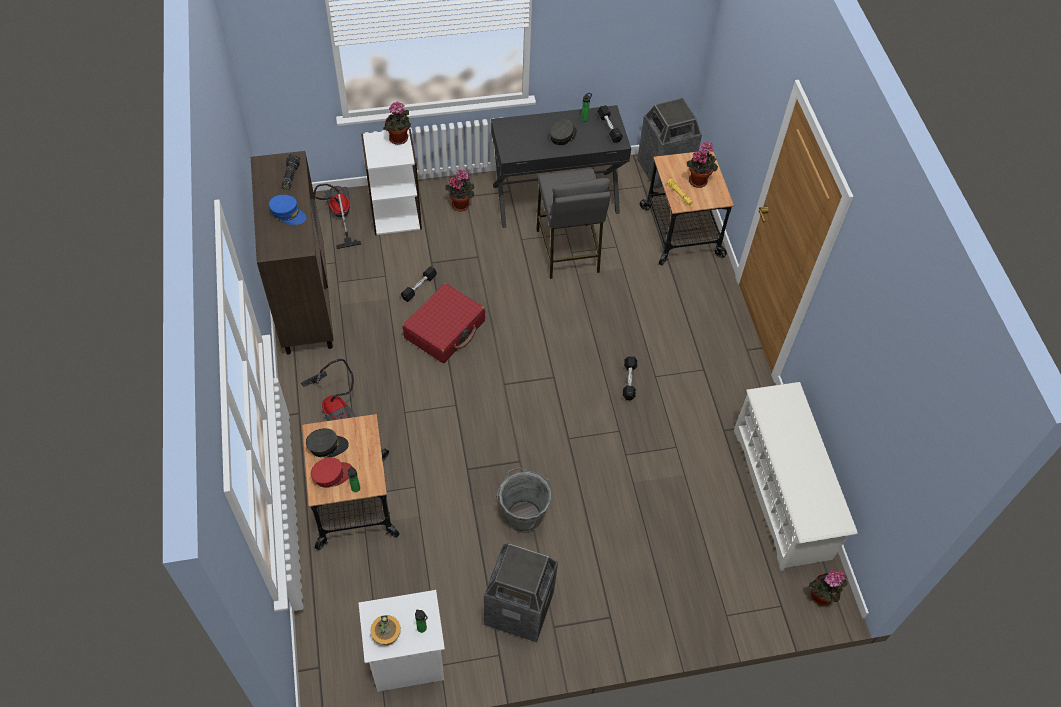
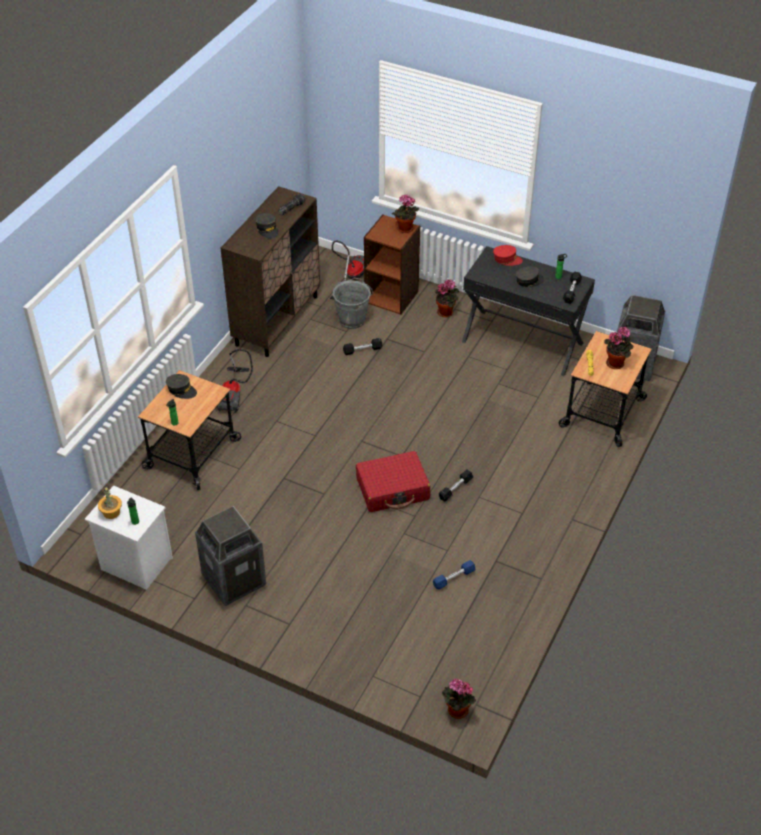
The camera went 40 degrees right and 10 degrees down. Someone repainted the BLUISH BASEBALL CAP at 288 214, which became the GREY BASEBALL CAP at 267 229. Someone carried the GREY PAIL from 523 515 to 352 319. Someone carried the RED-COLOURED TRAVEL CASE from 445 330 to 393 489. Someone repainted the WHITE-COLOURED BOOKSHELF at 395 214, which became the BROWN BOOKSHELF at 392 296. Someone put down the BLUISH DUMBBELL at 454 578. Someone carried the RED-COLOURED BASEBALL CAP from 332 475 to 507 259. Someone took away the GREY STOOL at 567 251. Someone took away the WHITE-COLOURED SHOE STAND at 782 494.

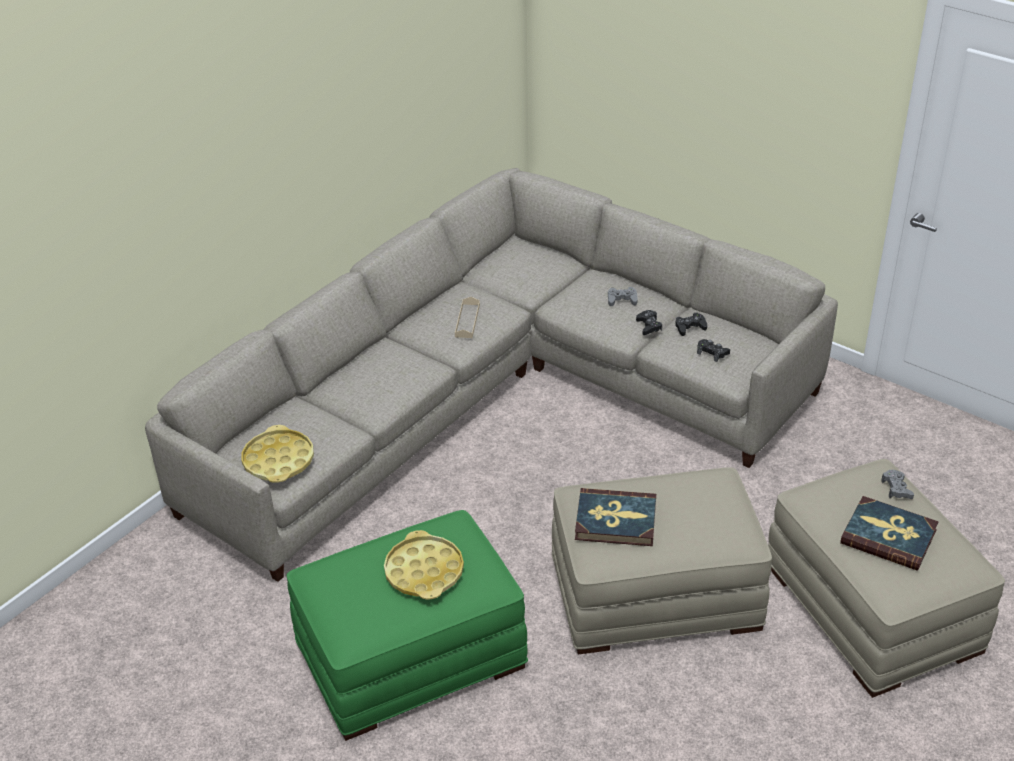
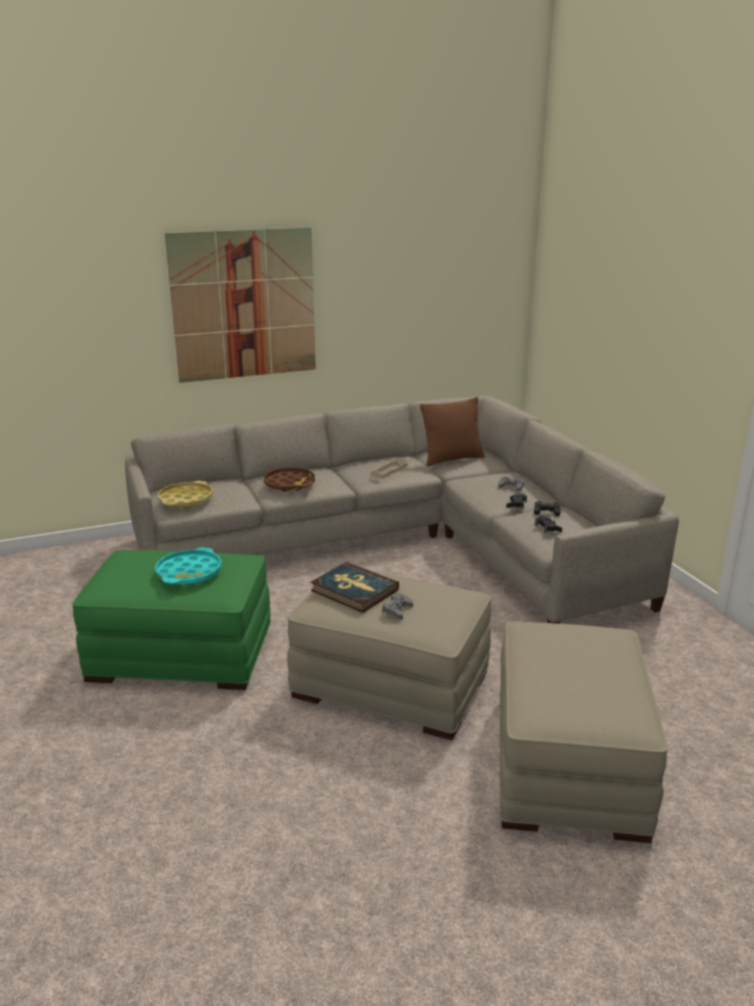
The camera went 30 degrees right and 15 degrees down. Someone repainted the YELLOWISH TRAY at 424 571, which became the BLUE-GREEN TRAY at 189 573. Someone put up the PICTURE at 244 305. Someone put down the BROWN TRAY at 290 484. Someone carried the GREY GAMEPAD from 896 489 to 397 610. Someone put down the BROWN THROW PILLOW at 452 459. Someone took away the VOLUME at 888 536.

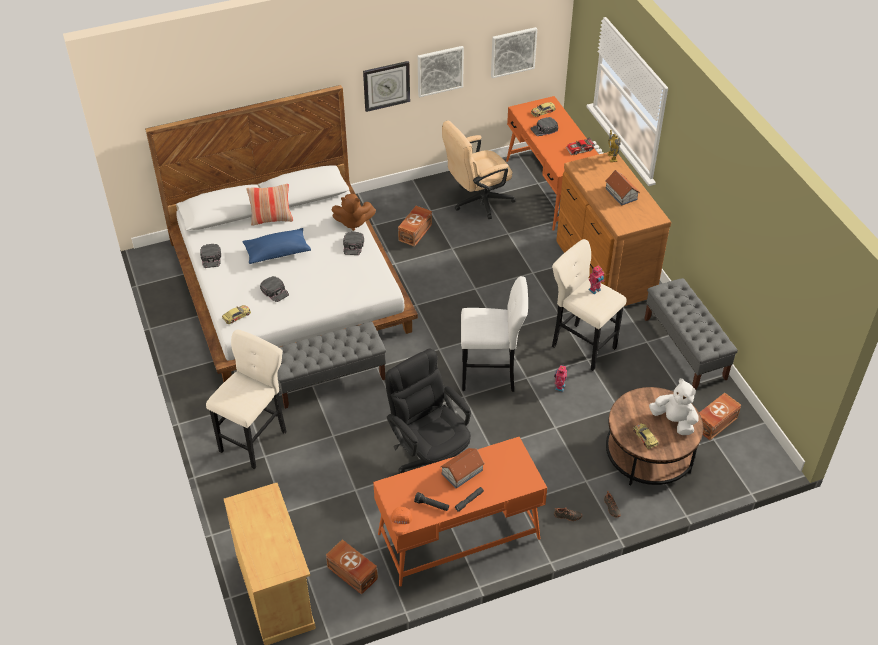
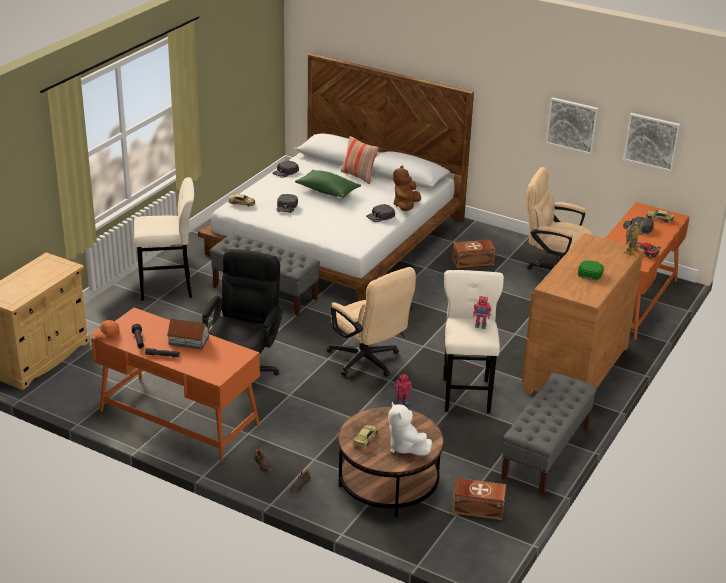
The camera went 50 degrees right and 15 degrees down. Someone repainted the BLUISH THROW PILLOW at 277 252, which became the GREENISH THROW PILLOW at 327 191. Someone swapped the WHITE-COLOURED STOOL at 491 375 for the SAND-COLOURED COMPUTER CHAIR at 368 362. Someone rotated the WHITE-COLOURED SOFT TOY at 674 421 by 150 degrees clockwise. Someone rotated the BROWN SOFT TOY at 353 222 by 60 degrees clockwise. Someone swapped the TOY HOUSE at 621 194 for the GREENISH BASEBALL CAP at 591 271. Someone took away the BROWN STORAGE BIN at 352 574. Someone took away the HANGING CLOCK at 386 85.

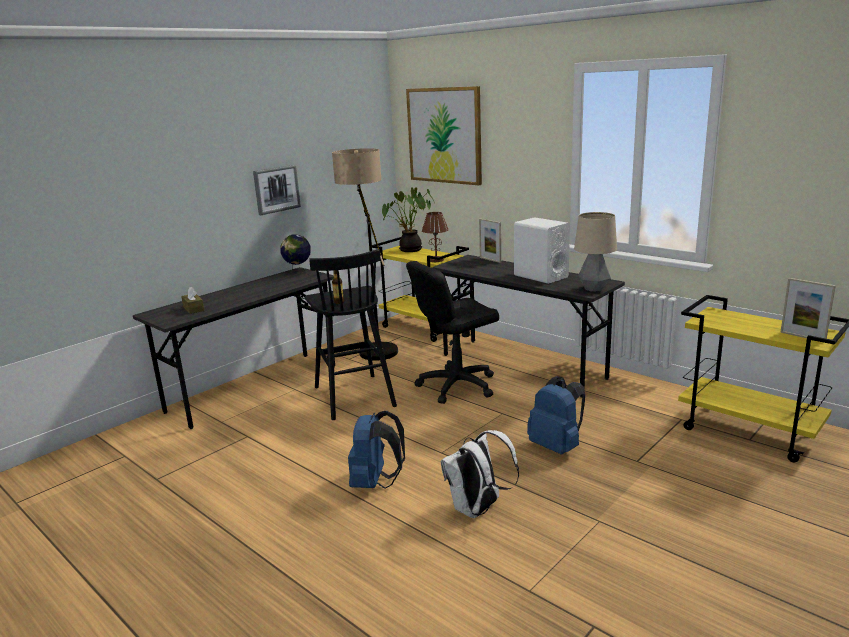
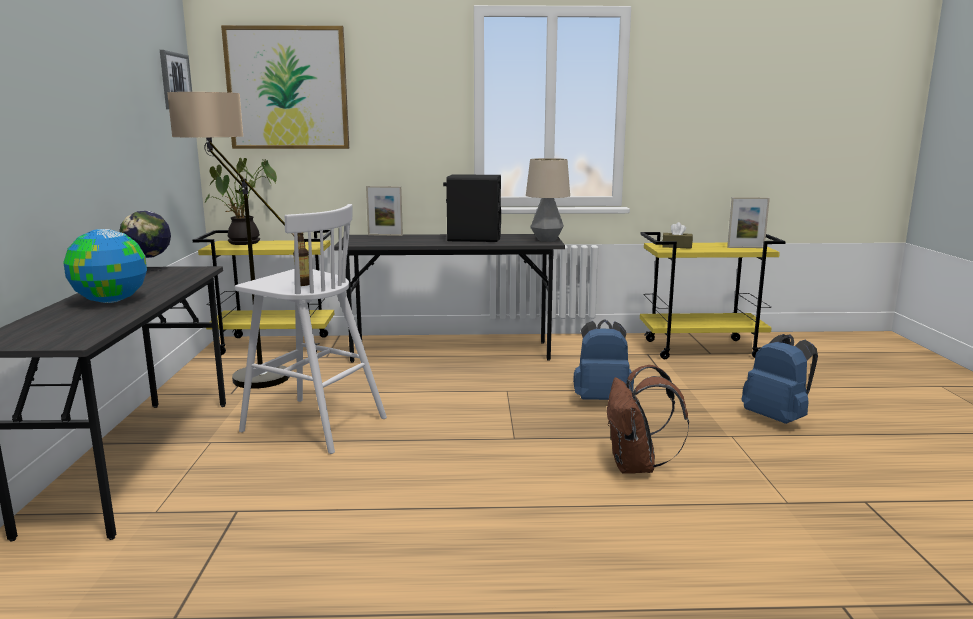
The camera went 45 degrees left and 5 degrees down. Someone put down the DESK GLOBE at 110 301. Someone carried the PICTURE from 276 189 to 175 81. Someone repainted the BLACK-COLOURED STOOL at 353 396, which became the WHITE-COLOURED STOOL at 312 424. Someone repainted the WHITE-COLOURED SPEAKER at 540 276, which became the BLACK-COLOURED SPEAKER at 474 239. Someone repainted the WHITE-COLOURED BACKPACK at 477 509, which became the BROWN BACKPACK at 636 467. Someone carried the BROWN TISSUE HOLDER from 193 309 to 676 246. Someone carried the BLUISH BACKPACK from 375 483 to 777 419. Someone took away the BLACK-COLOURED COMPUTER CHAIR at 457 385. Someone took away the BROWN TABLETOP LAMP at 436 260.

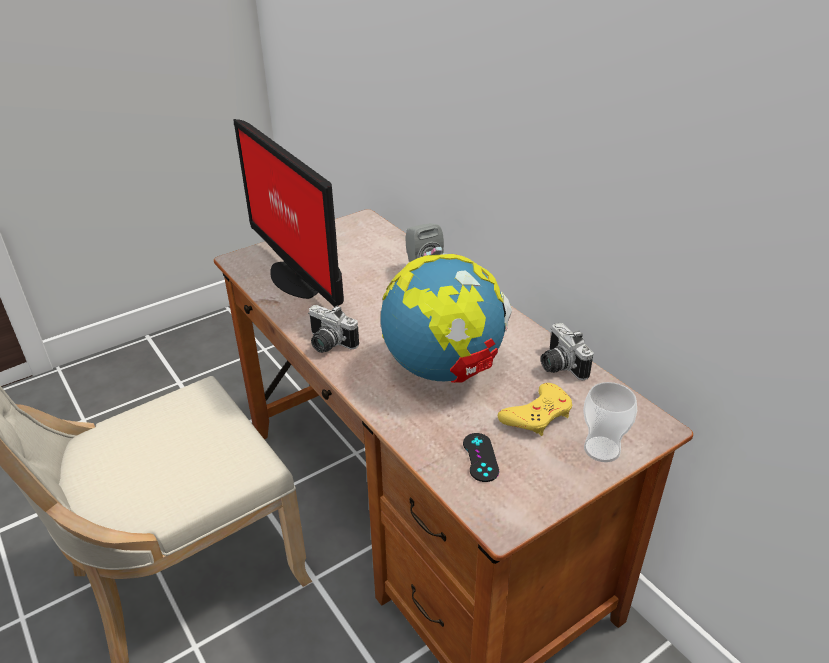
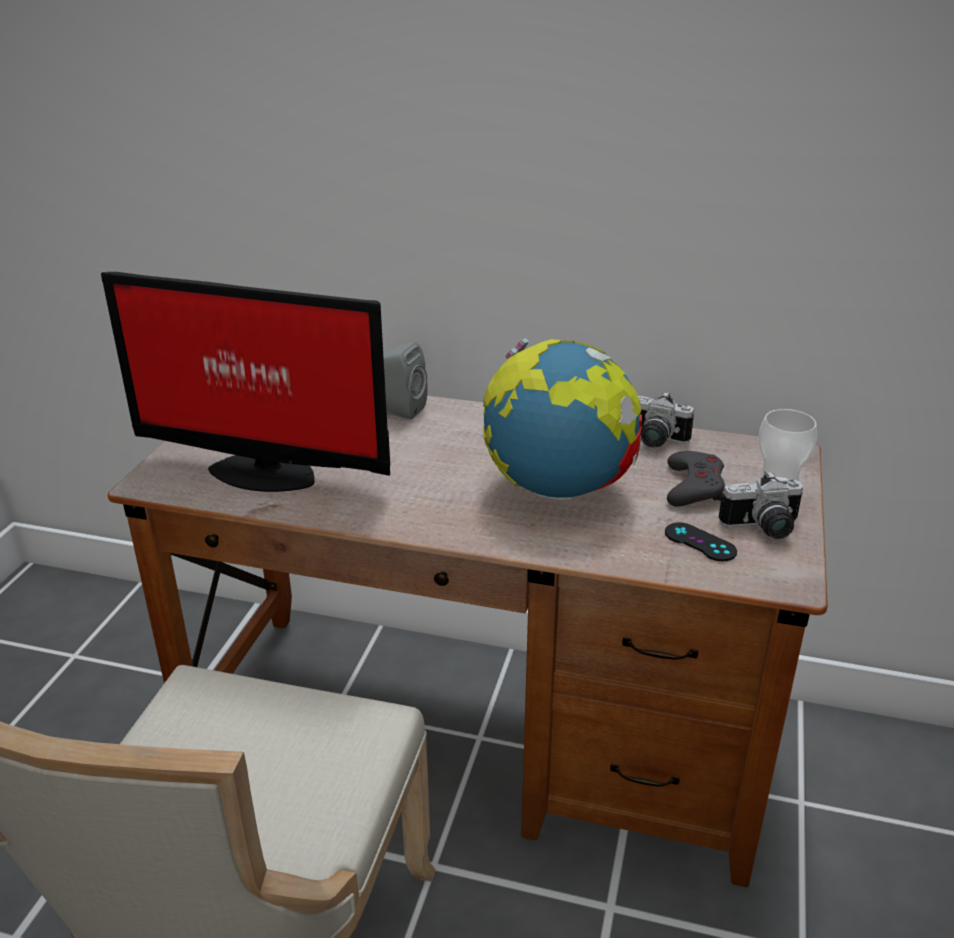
The camera went 40 degrees left and 5 degrees down. Someone repainted the YELLOWISH GAMEPAD at 537 415, which became the GREY GAMEPAD at 694 486. Someone carried the STILL CAMERA from 328 344 to 763 529.

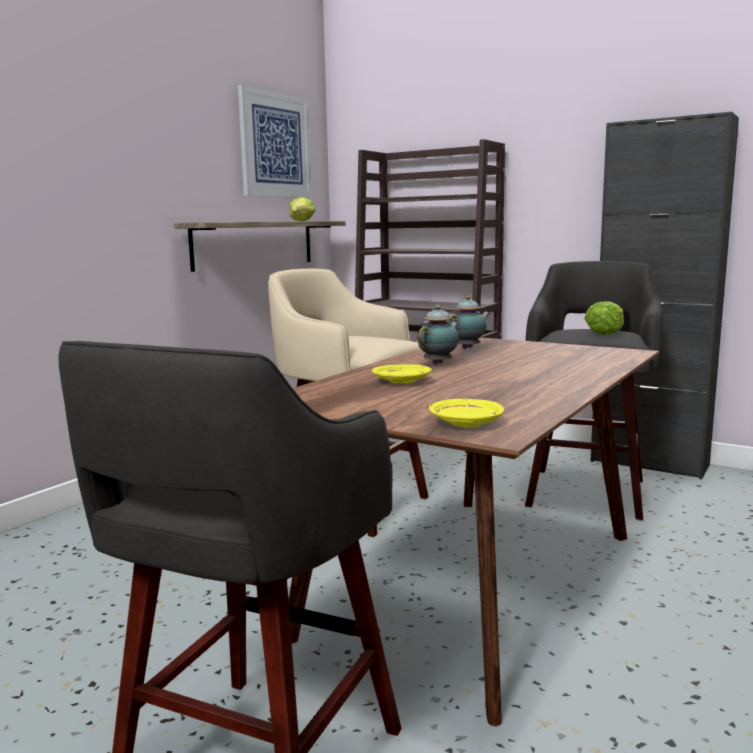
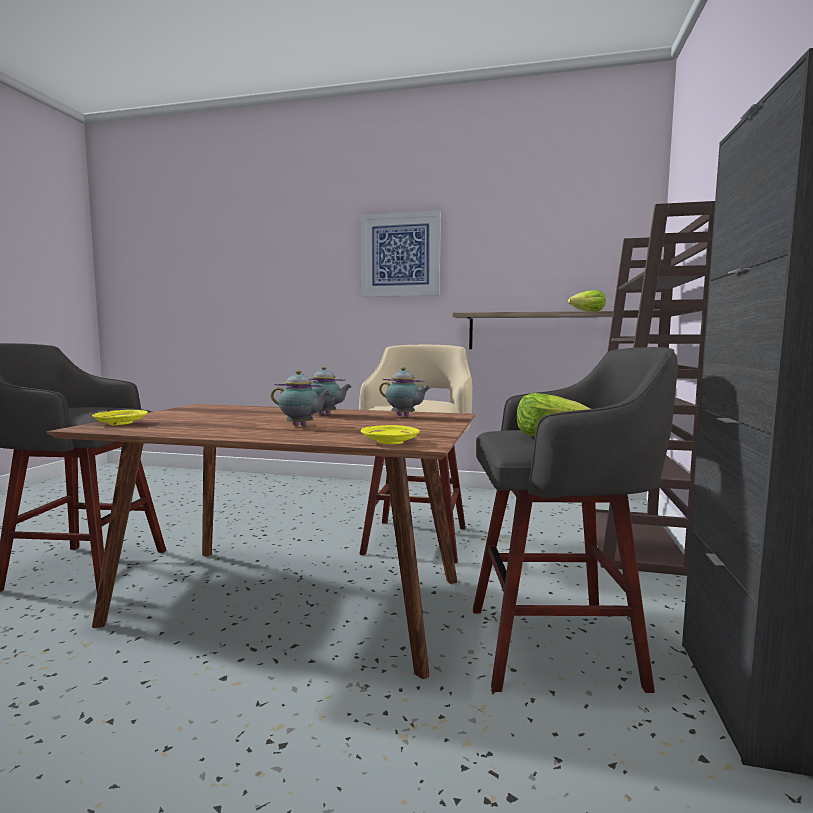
The camera went 70 degrees right and 5 degrees down. Someone put down the TEAPOT at 301 426. Someone carried the PICTURE from 275 145 to 400 255. Someone carried the YELLOWISH FLAT DISH from 403 382 to 390 442.

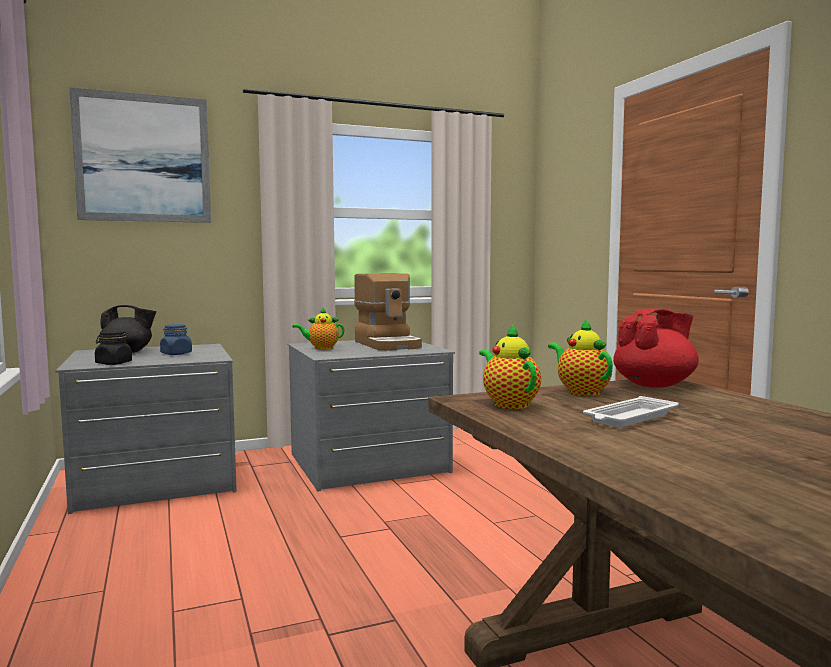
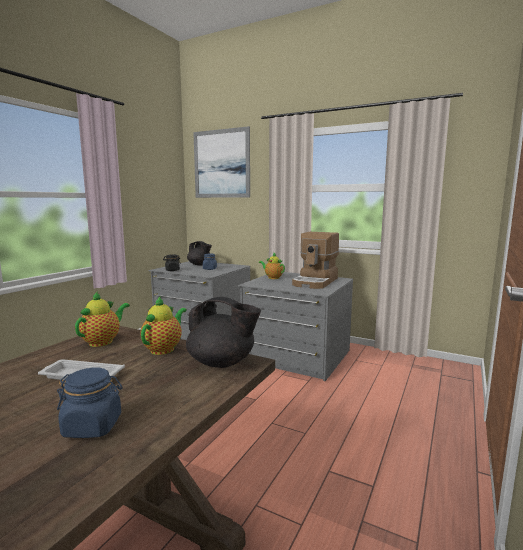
The camera went 50 degrees right and 5 degrees up. Someone put down the BLUISH STORAGE JAR at 93 426. Someone repainted the RED-COLOURED TEAPOT at 655 385, which became the BLACK-COLOURED TEAPOT at 222 363.

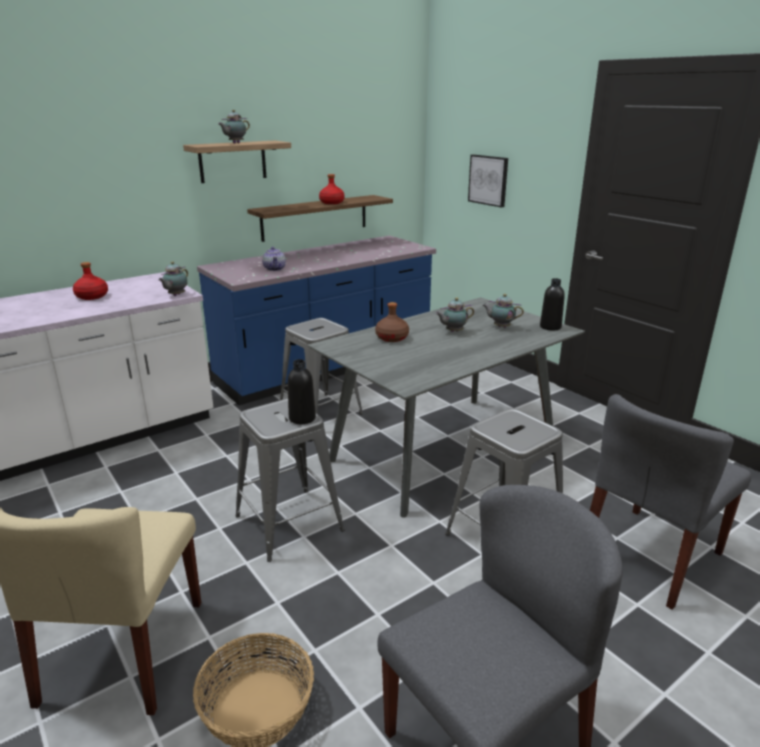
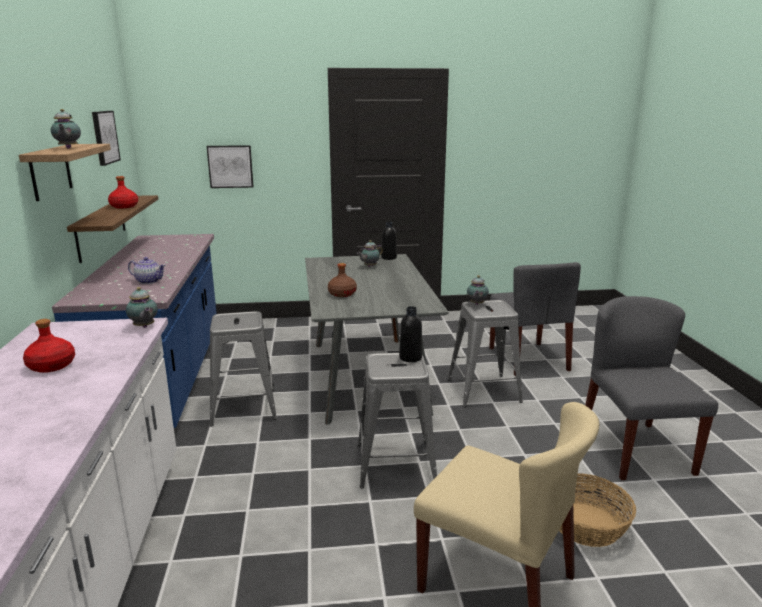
The camera went 60 degrees left and 5 degrees down. Someone put up the PICTURE at 104 137. Someone carried the TEAPOT from 453 331 to 476 304.

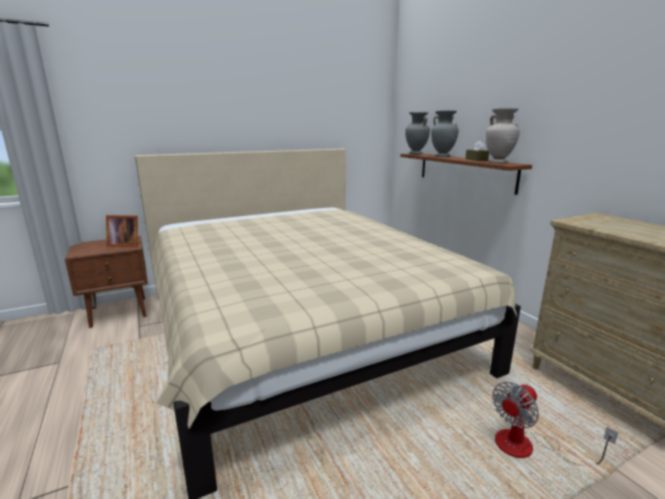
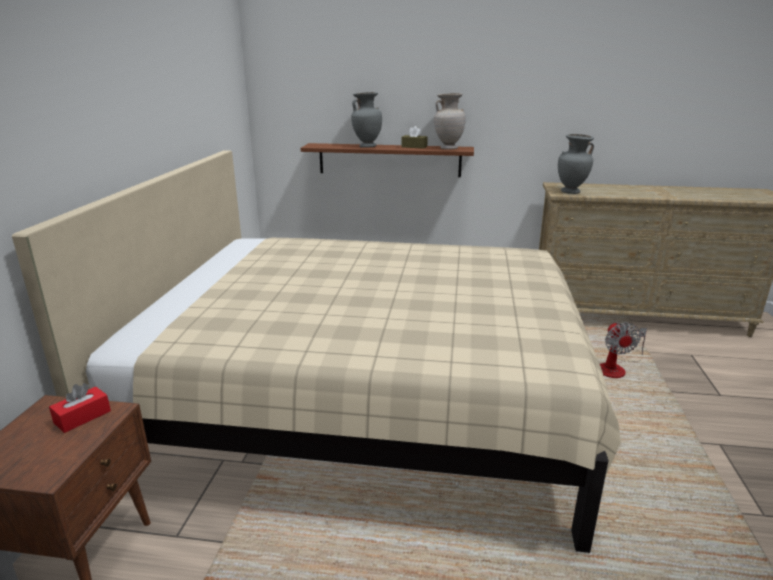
The camera went 55 degrees left and 5 degrees up. Someone swapped the PICTURE FRAME at 124 245 for the RED-COLOURED TISSUE HOLDER at 82 417. Someone carried the GREY FLOWER VASE from 415 154 to 571 192.

